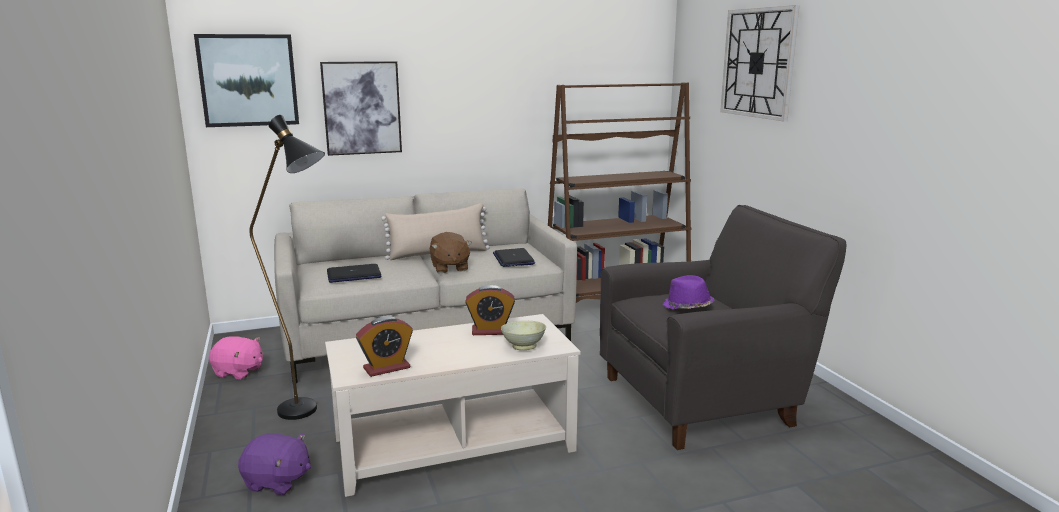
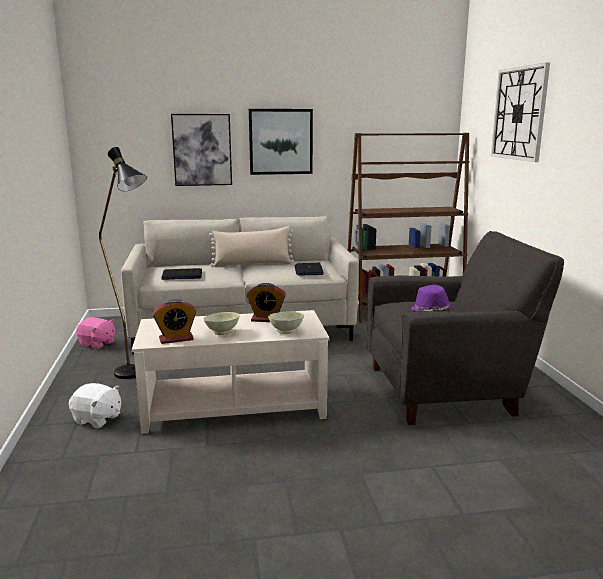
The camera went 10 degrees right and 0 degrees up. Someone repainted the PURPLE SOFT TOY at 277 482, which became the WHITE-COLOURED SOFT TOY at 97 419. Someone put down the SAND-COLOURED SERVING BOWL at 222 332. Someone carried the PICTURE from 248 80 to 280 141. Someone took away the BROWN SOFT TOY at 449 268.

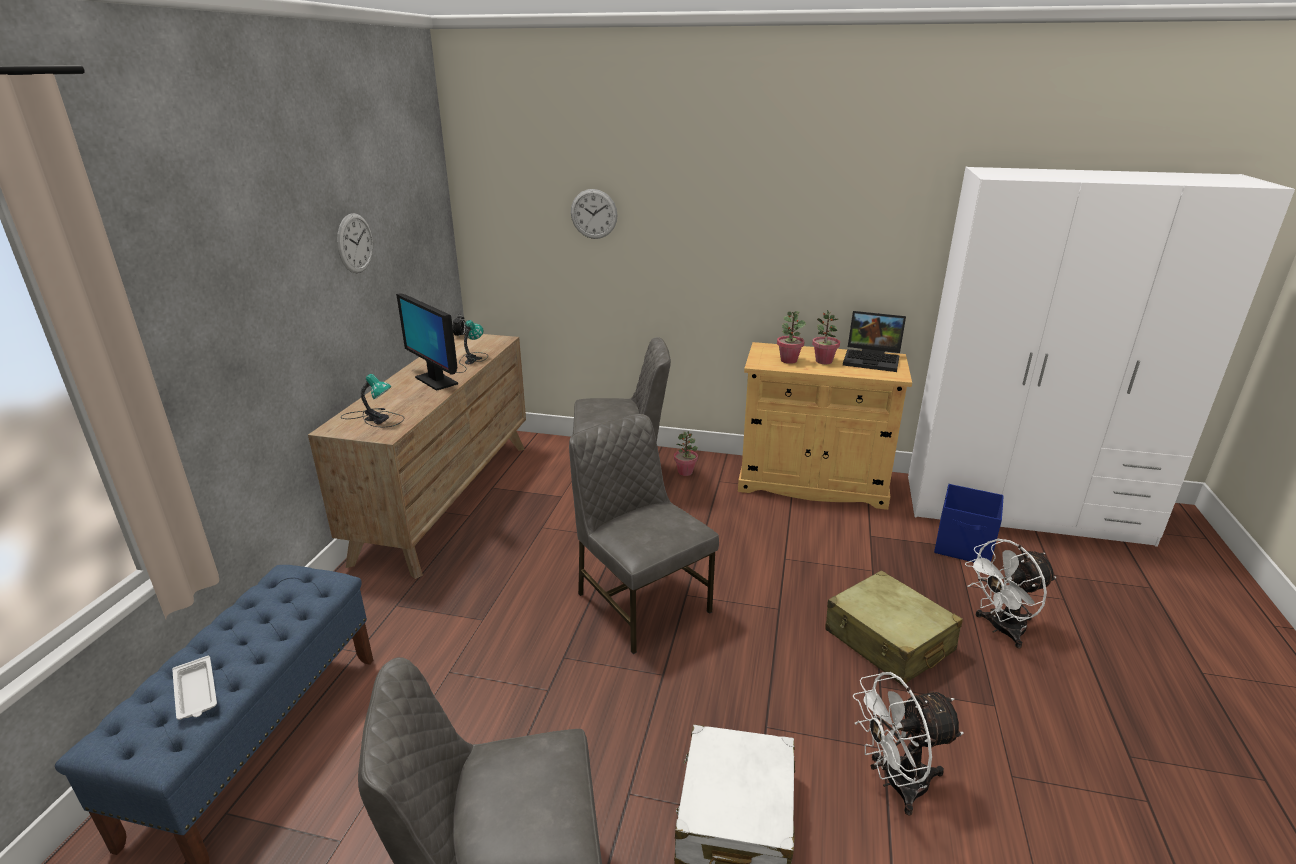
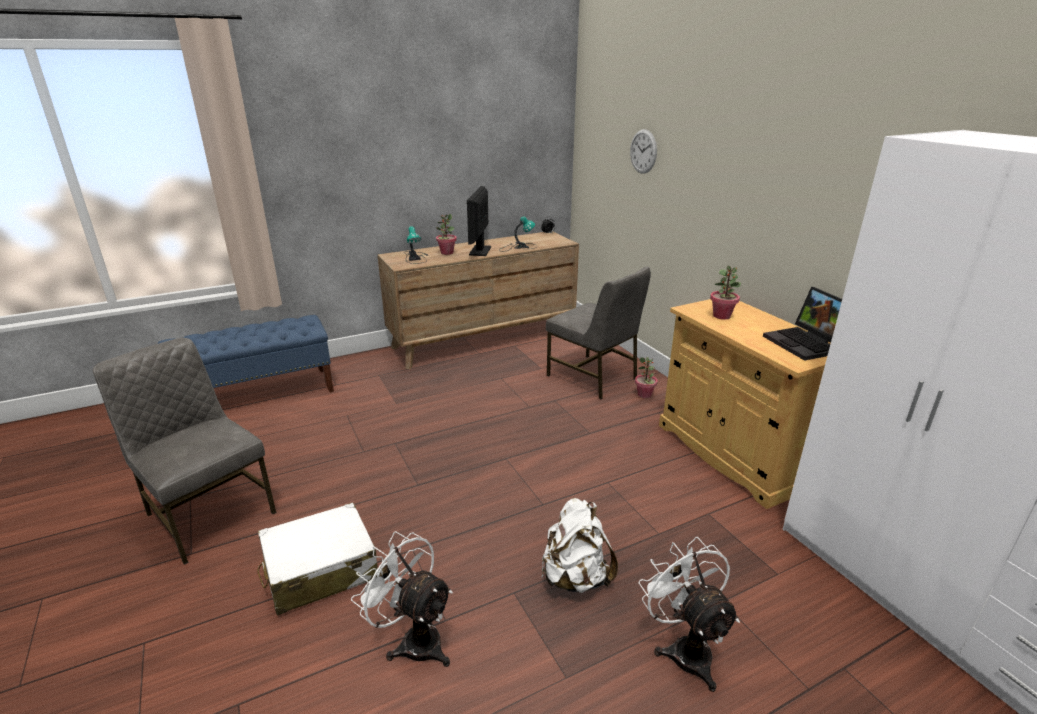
The camera went 50 degrees right and 0 degrees up. Someone carried the HOUSEPLANT from 823 361 to 447 253. Someone swapped the SAND-COLOURED TRAVEL CASE at 888 641 for the WHITE-COLOURED BACKPACK at 575 577. Someone rotated the WHITE-COLOURED COOLING FAN at 1000 629 by 45 degrees clockwise. Someone took away the WHITE-COLOURED TRAY at 196 693. Someone took away the HANGING CLOCK at 355 243. Someone took away the GREY PLAIN CHAIR at 641 602. Someone took away the BLUISH STORAGE BIN at 964 547.

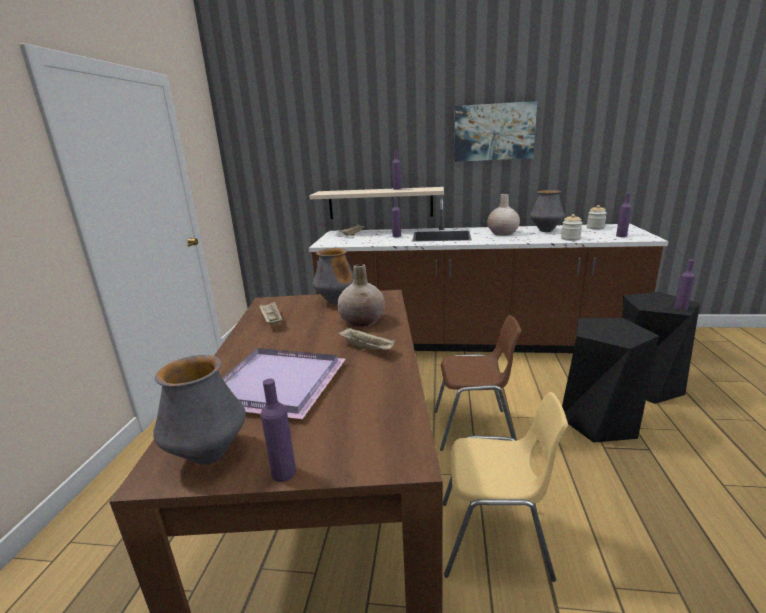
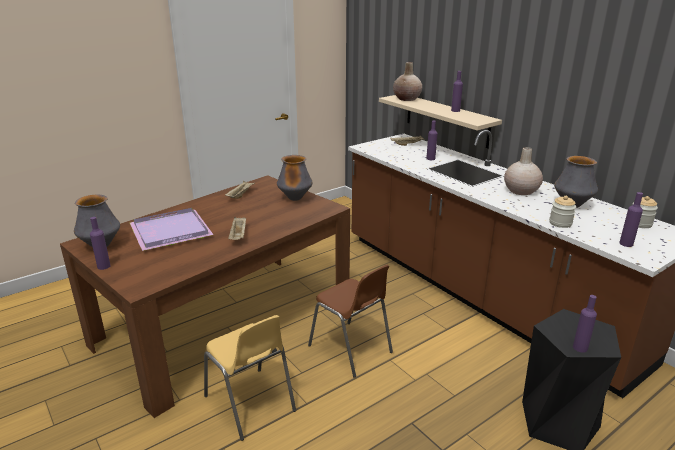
The camera went 45 degrees right and 5 degrees up. Someone carried the SAND-COLOURED FLOWER VASE from 362 321 to 407 99. Someone took away the PICTURE at 493 132. Someone took away the BLACK-COLOURED STOOL at 598 421.

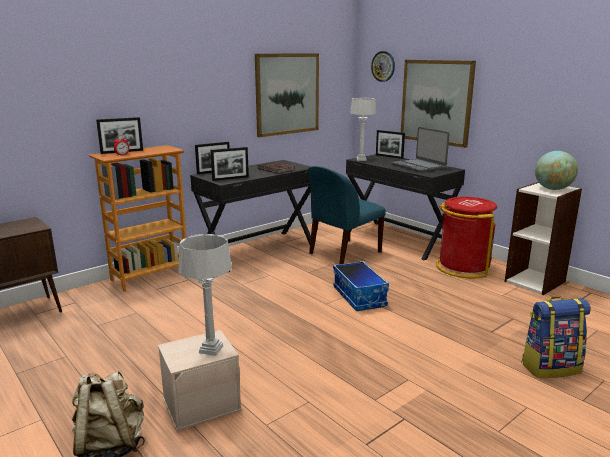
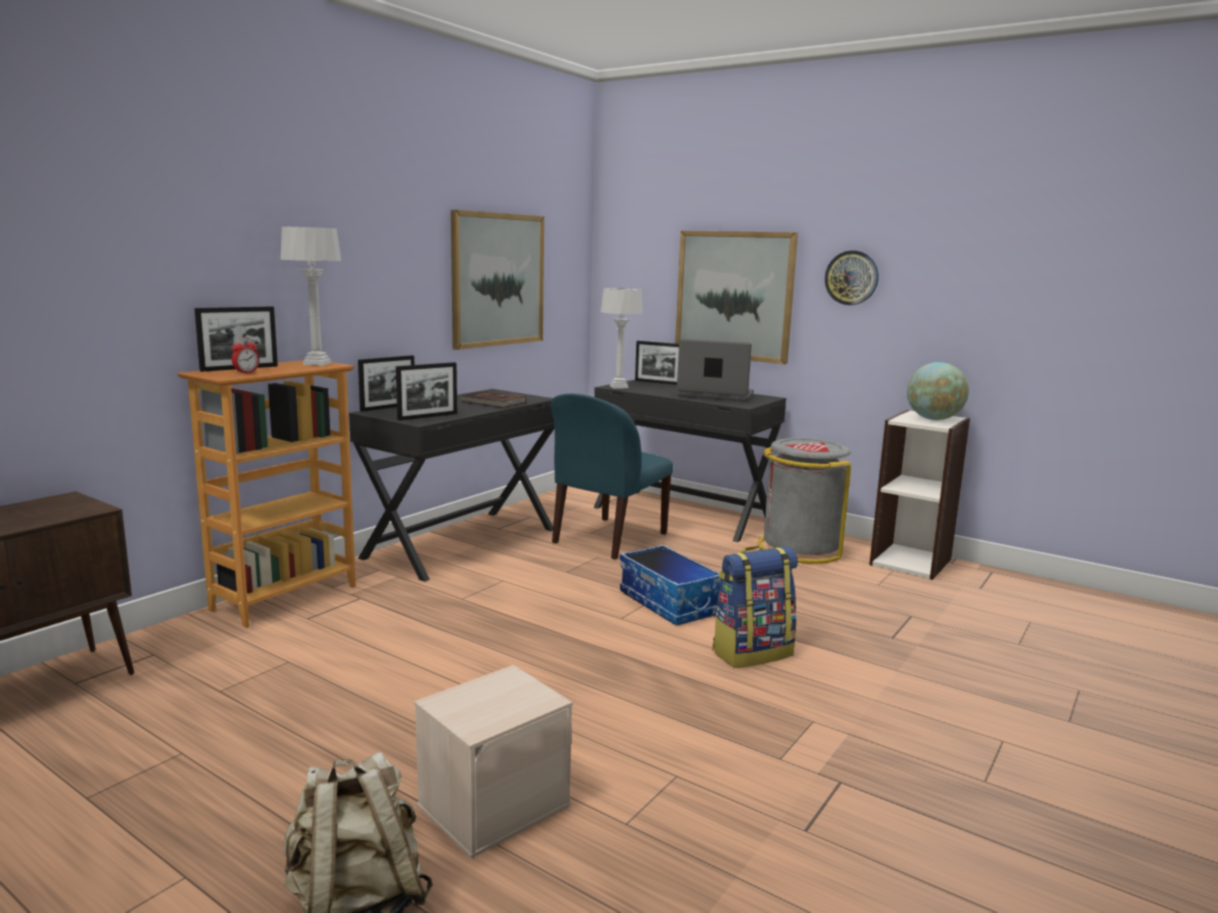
The camera went 15 degrees left and 5 degrees down. Someone carried the GREY TABLETOP LAMP from 210 349 to 316 363. Someone rotated the NOTEBOOK COMPUTER at 418 166 by 150 degrees clockwise. Someone carried the BACKPACK from 550 367 to 752 652. Someone repainted the RED-COLOURED TRASH CAN at 463 267, which became the GREY TRASH CAN at 799 548. Someone carried the HANGING CLOCK from 383 66 to 851 277.

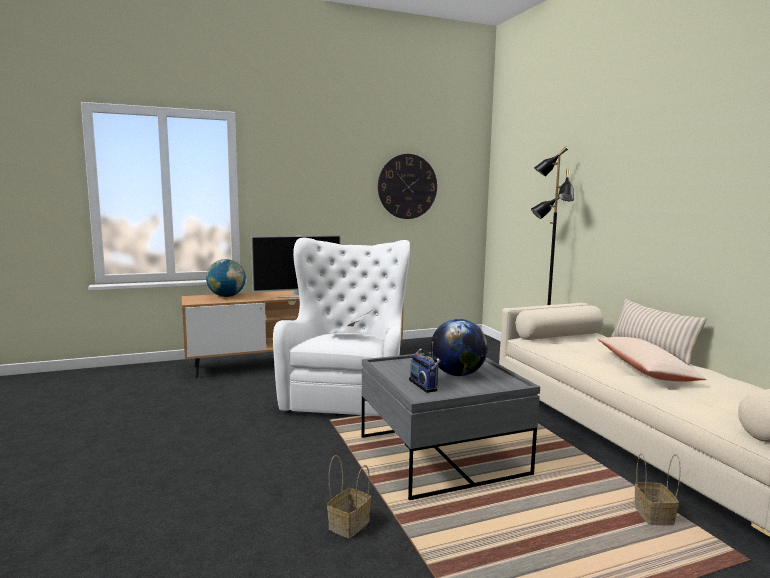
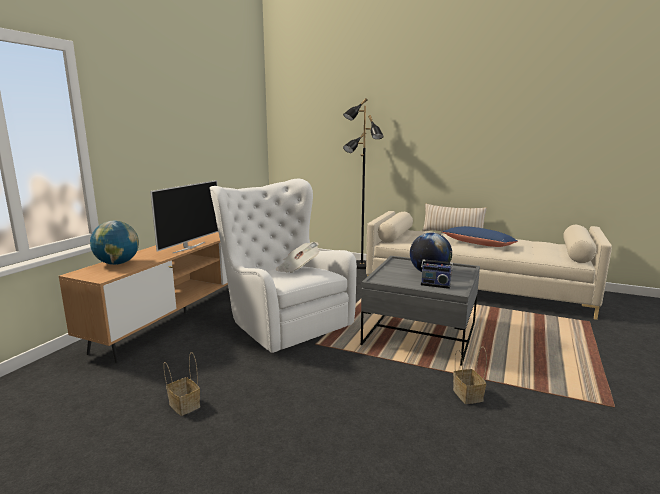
The camera went 45 degrees left and 5 degrees up. Someone carried the STORAGE BASKET from 652 515 to 183 405. Someone repainted the SAND-COLOURED THROW PILLOW at 645 370, which became the BLUISH THROW PILLOW at 478 244. Someone took away the HANGING CLOCK at 407 186.

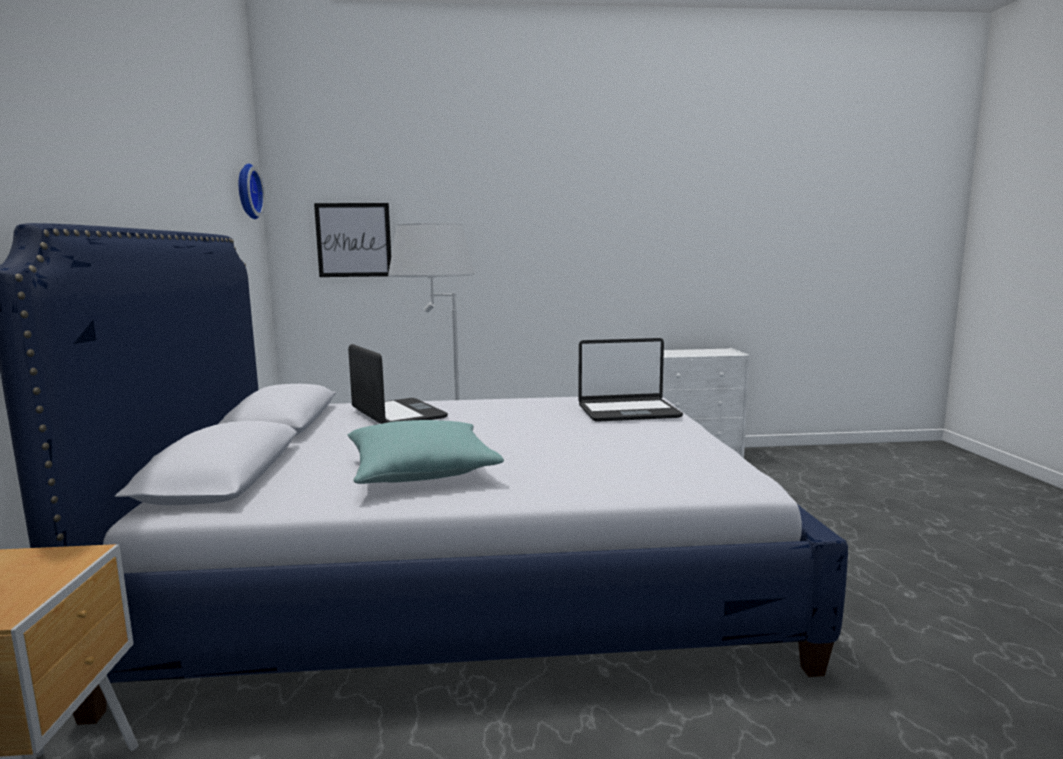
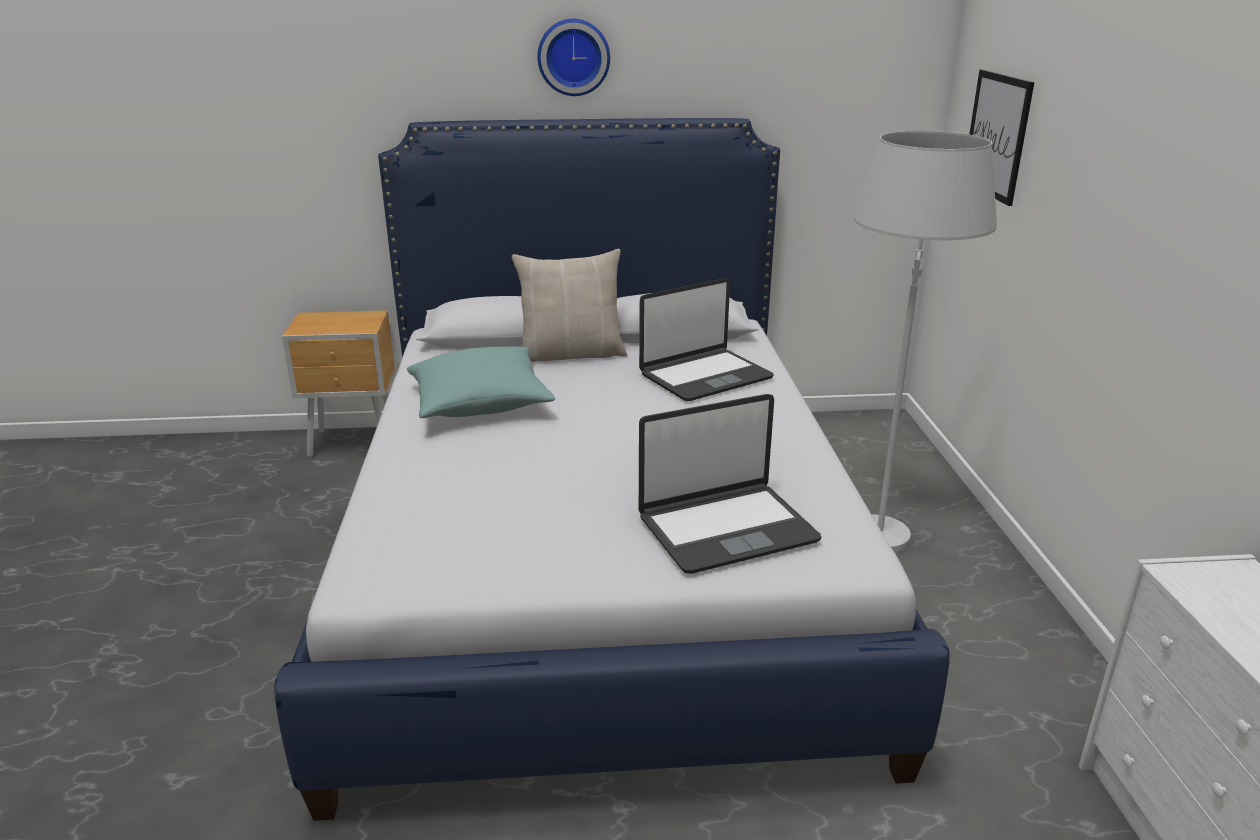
The camera went 90 degrees right and 15 degrees up. Someone put down the SAND-COLOURED THROW PILLOW at 571 354. Someone carried the HANGING CLOCK from 246 191 to 573 57. Someone rotated the NOTEBOOK COMPUTER at 628 411 by 105 degrees counterclockwise.

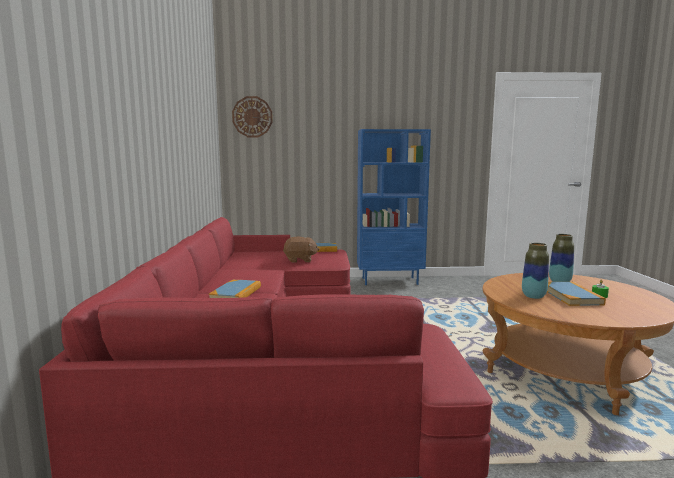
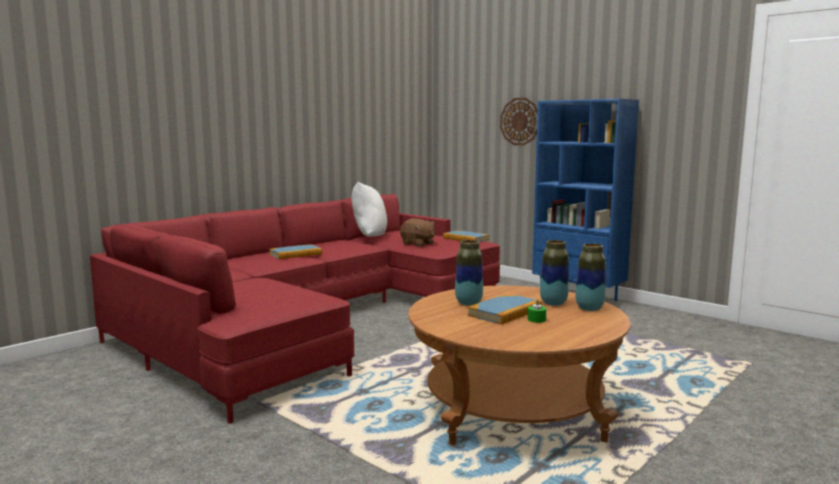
The camera went 45 degrees right and 0 degrees up. Someone put down the WHITE-COLOURED THROW PILLOW at 368 237. Someone carried the HANGING CLOCK from 252 117 to 520 121. Someone put down the FLOWER VASE at 589 308.

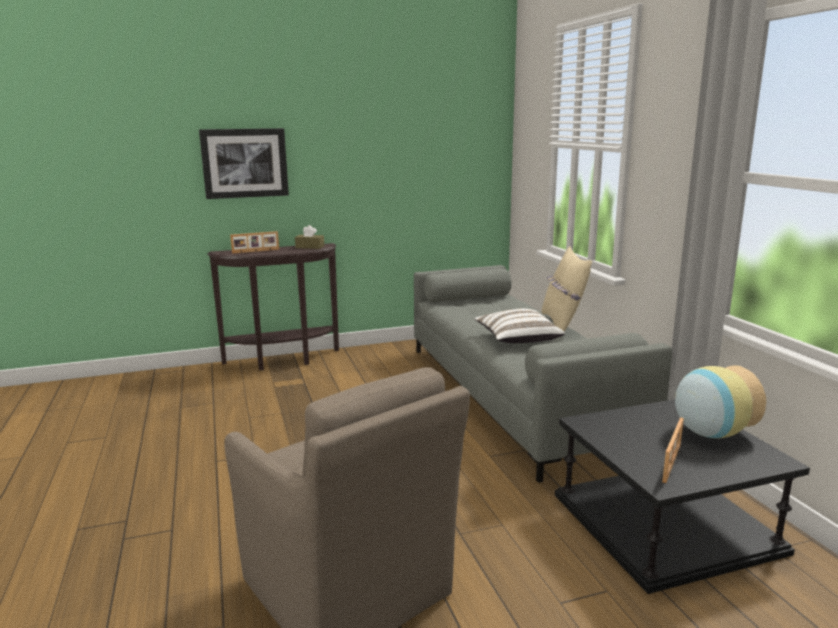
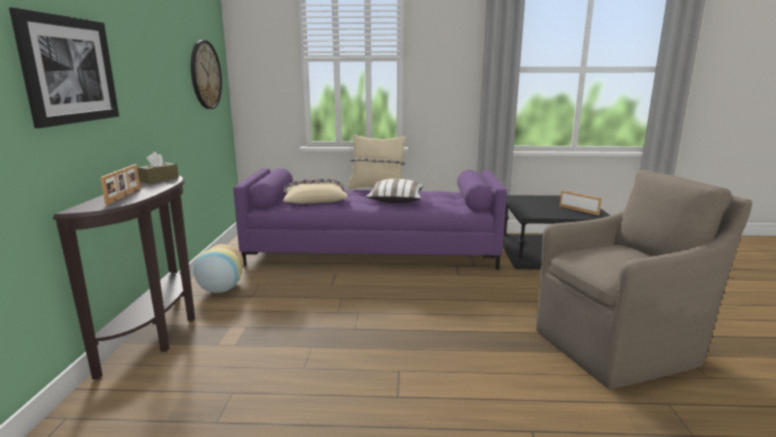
The camera went 70 degrees left and 0 degrees up. Someone put up the HANGING CLOCK at 205 75. Someone carried the FLOWER VASE from 709 433 to 220 290. Someone repainted the GREY COUCH at 515 395, which became the PURPLE COUCH at 373 251. Someone put down the SAND-COLOURED THROW PILLOW at 314 199.

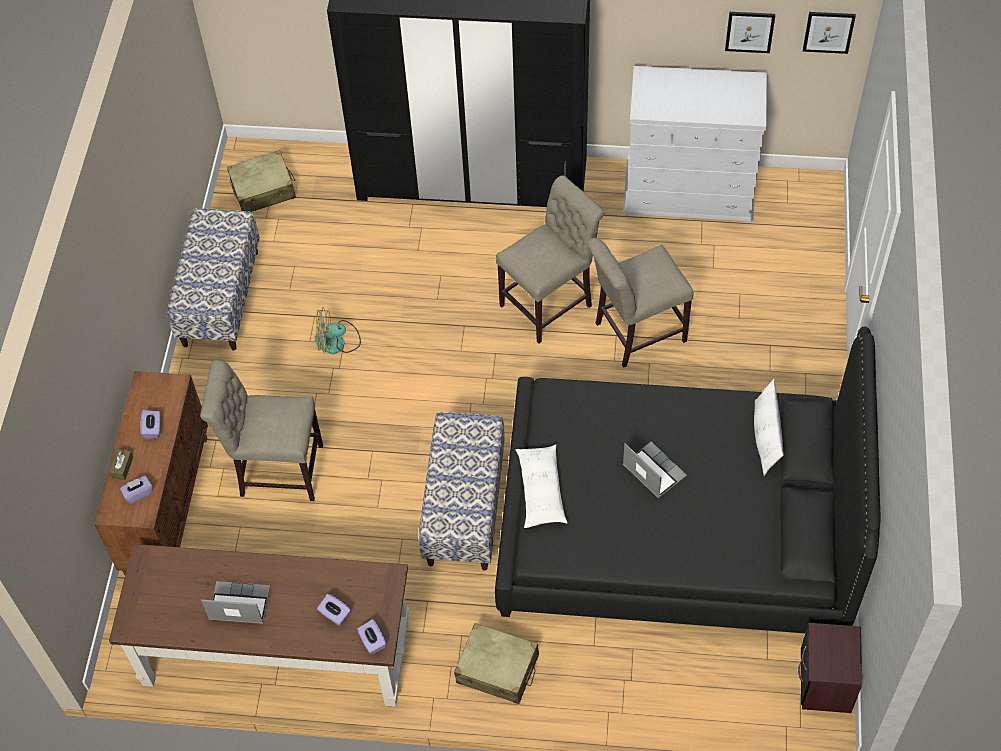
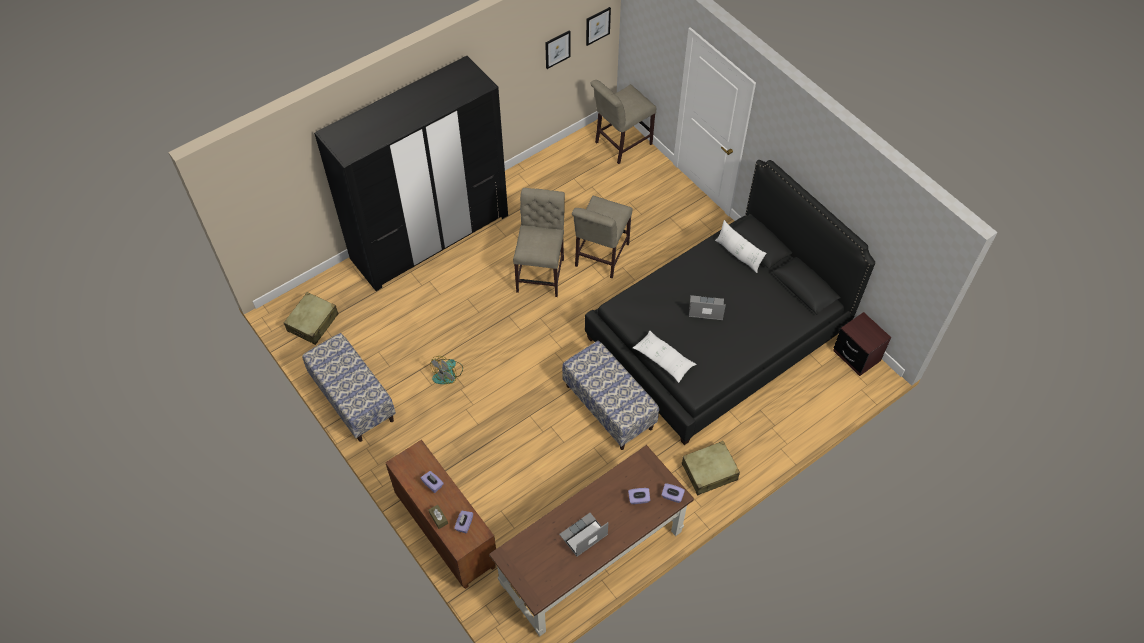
The camera went 45 degrees left and 0 degrees up. Someone carried the SAND-COLOURED PLAIN CHAIR from 276 470 to 620 144. Someone took away the WHITE-COLOURED DRAWER CHEST at 689 192.

